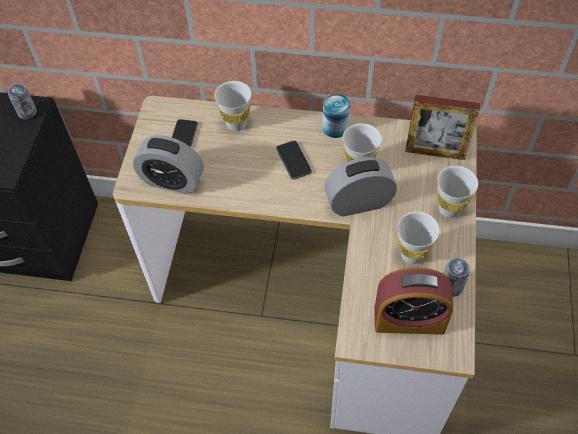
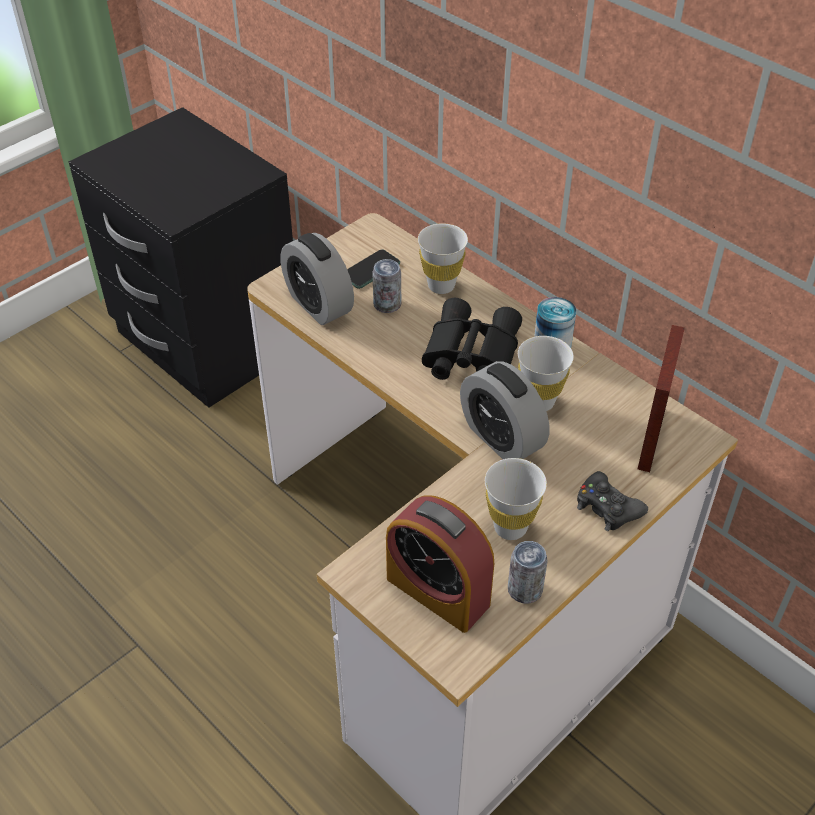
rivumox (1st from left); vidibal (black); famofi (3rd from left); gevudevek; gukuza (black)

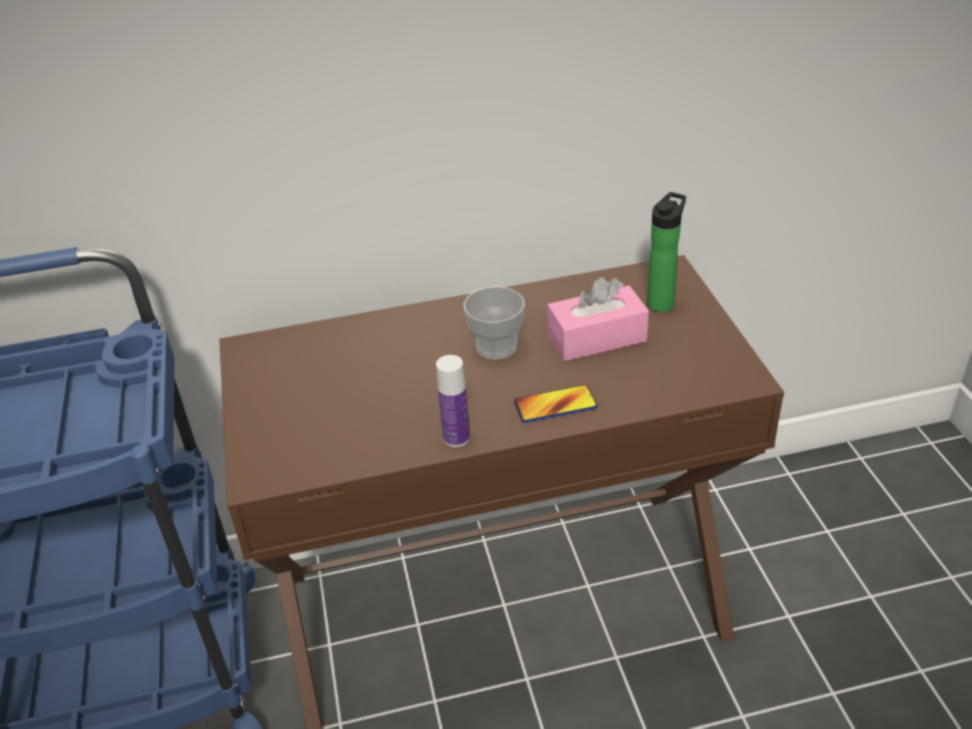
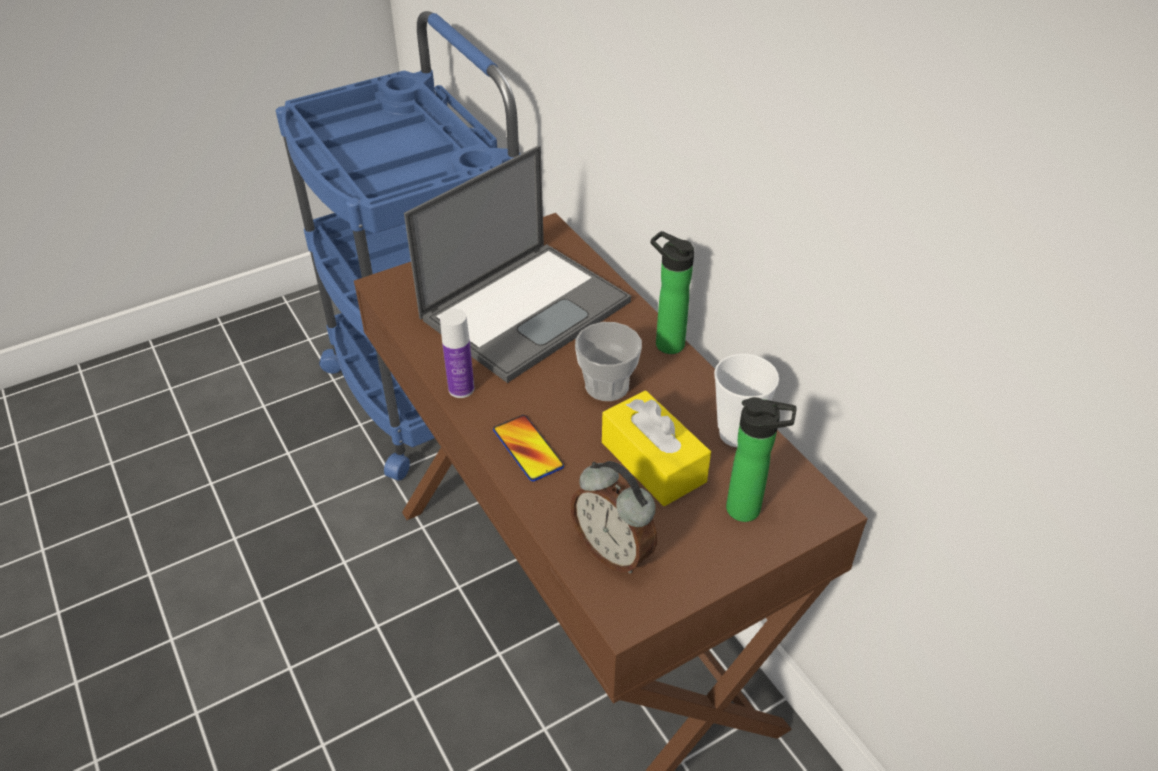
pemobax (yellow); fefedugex; famofi; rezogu (2nd from left); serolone (2nd from left)

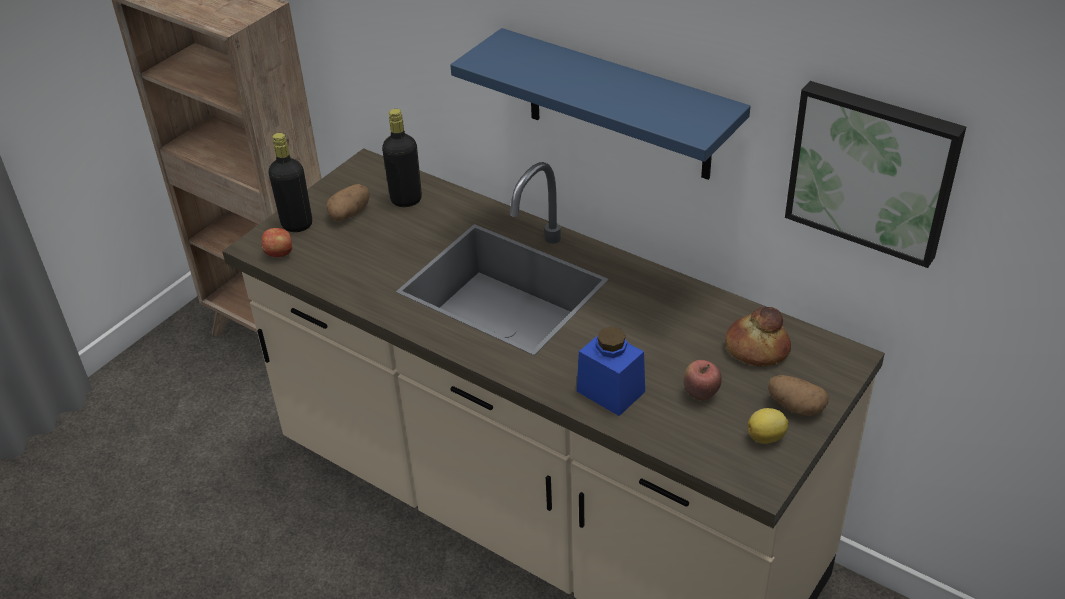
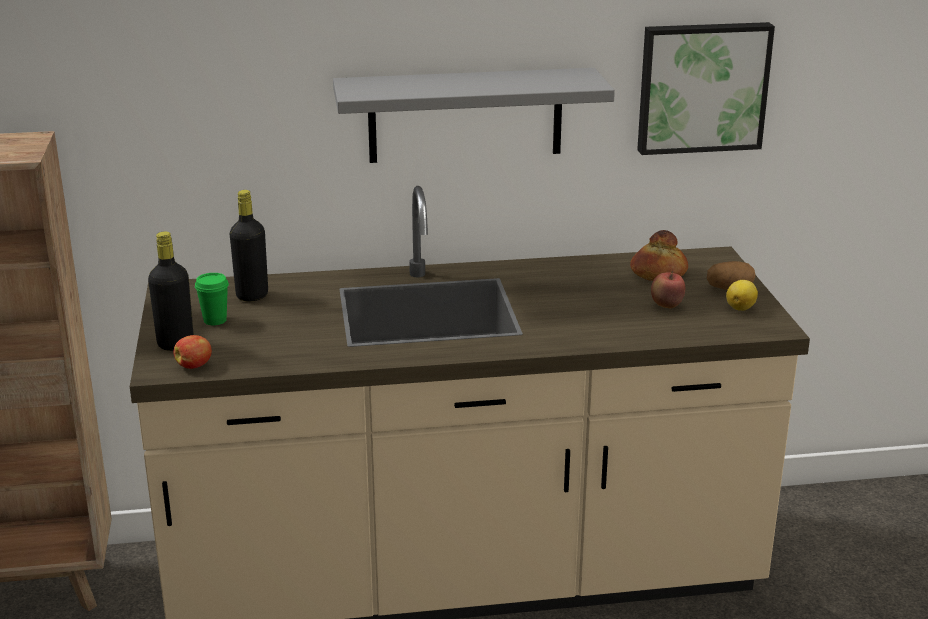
serolone (green); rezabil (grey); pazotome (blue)

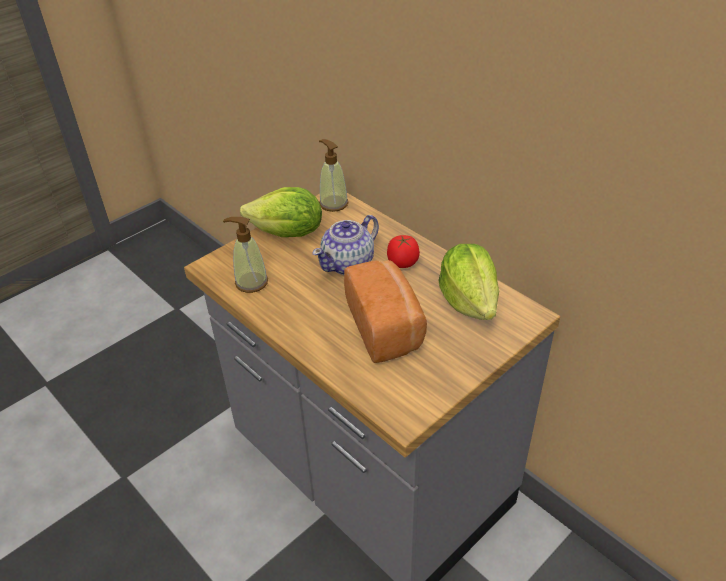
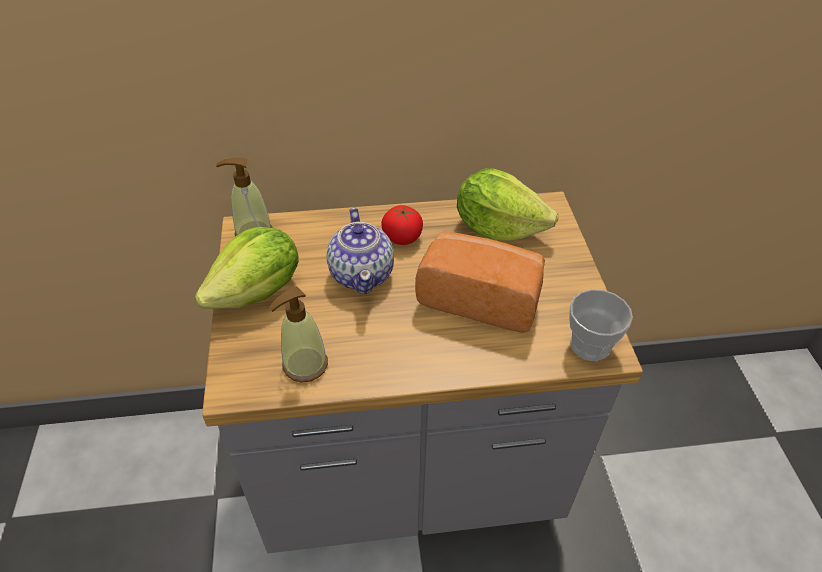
serolone

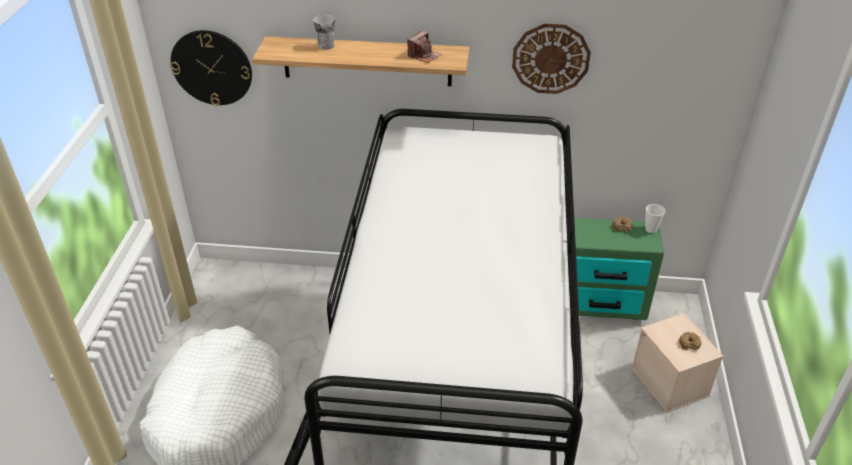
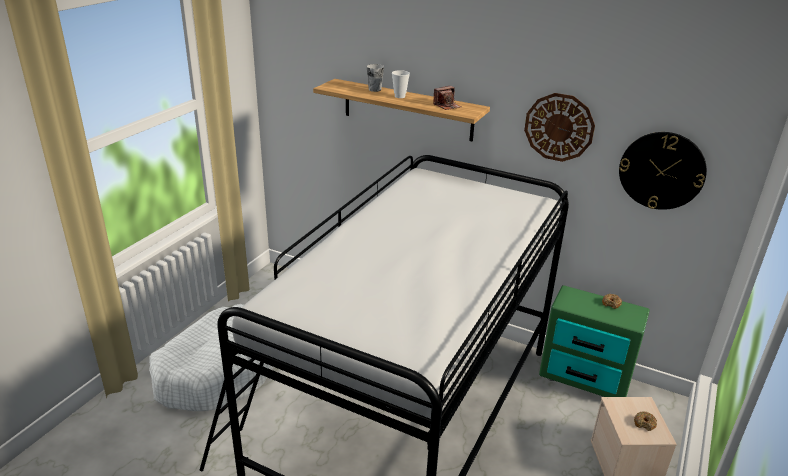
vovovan (2nd from left); serolone (2nd from left)

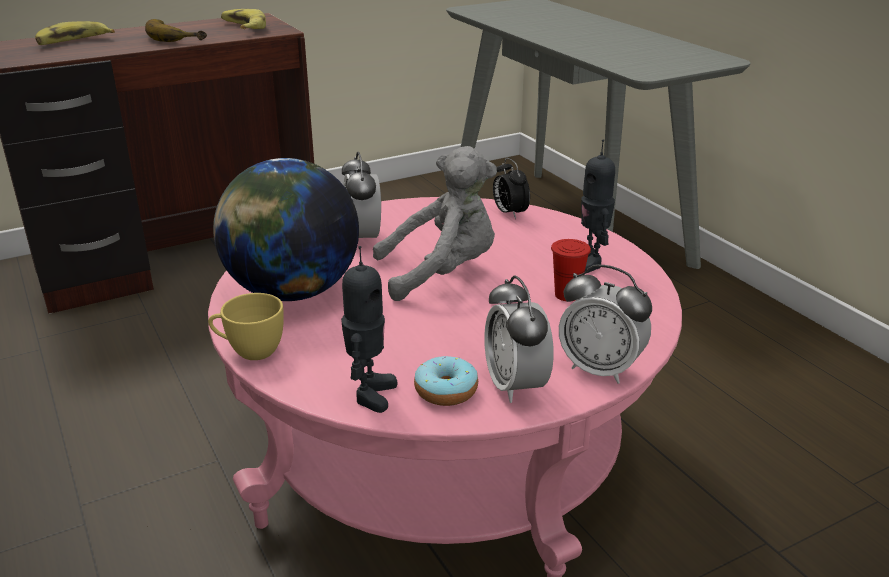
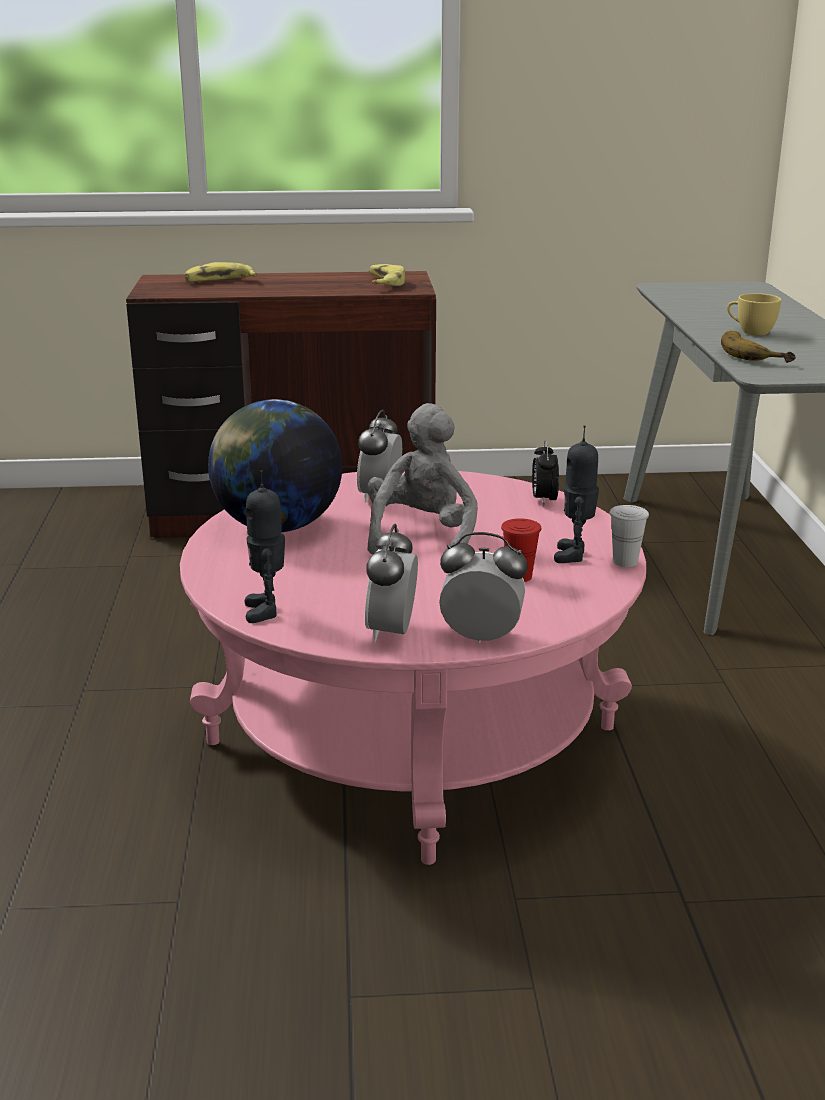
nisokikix (3rd from left); serolone (yellow); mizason (1st from left); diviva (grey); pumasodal; famofi (3rd from left); serolone (white)

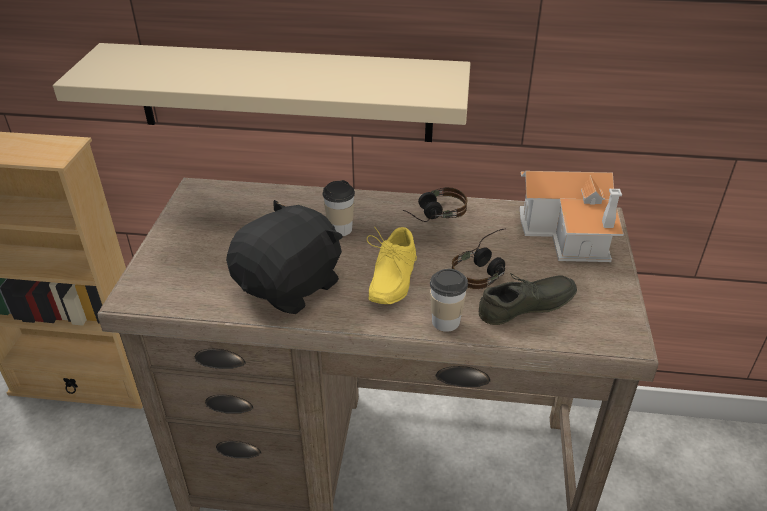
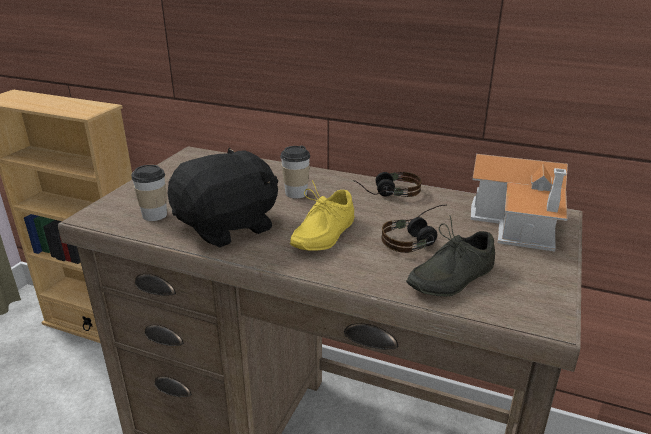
rezabil (beige); serolone (1st from left); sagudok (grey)

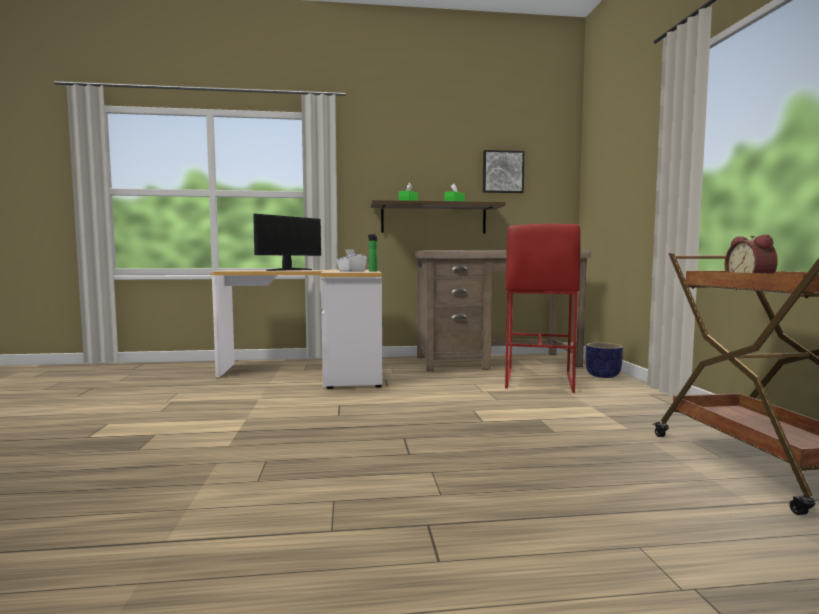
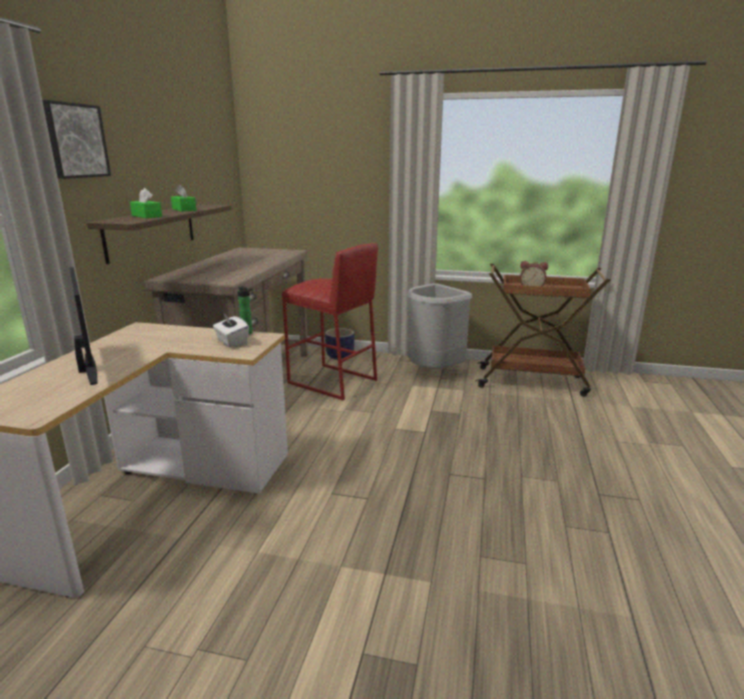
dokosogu; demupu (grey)

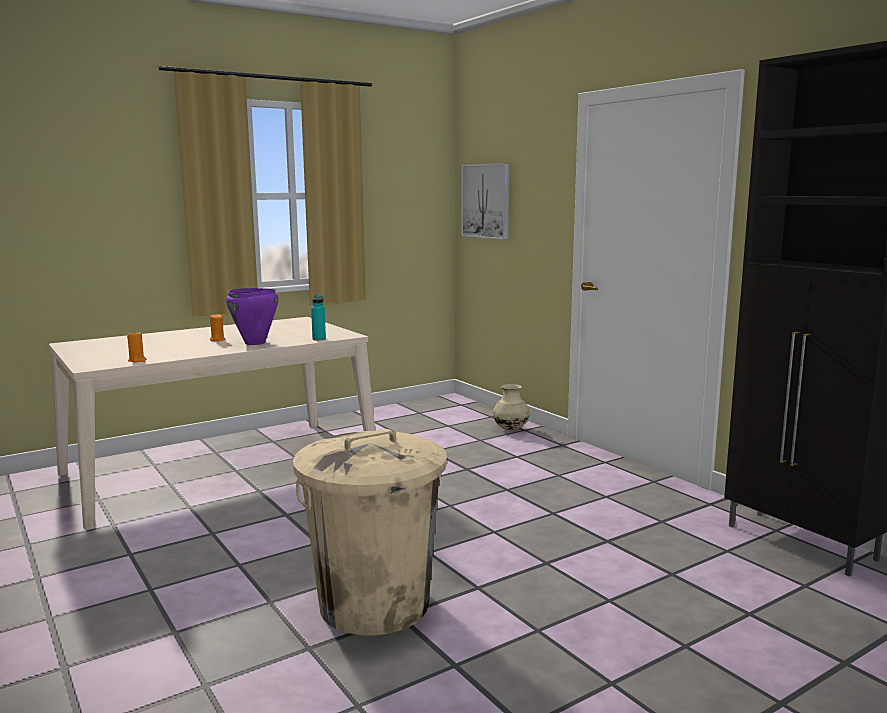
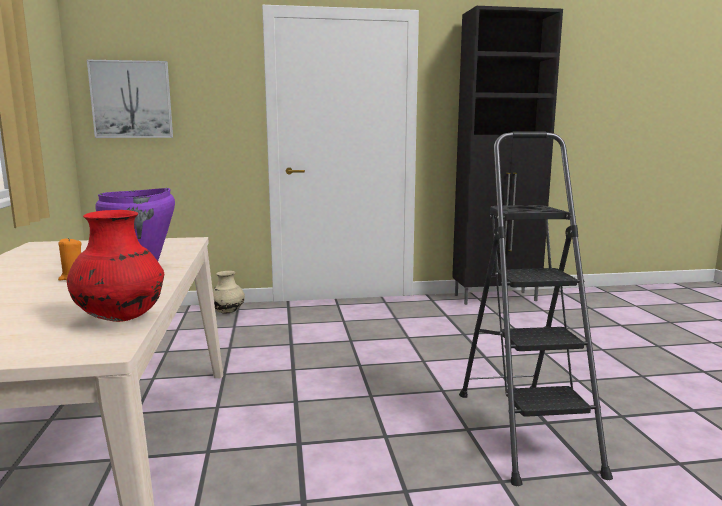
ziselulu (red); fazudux; rezogu (turquoise)

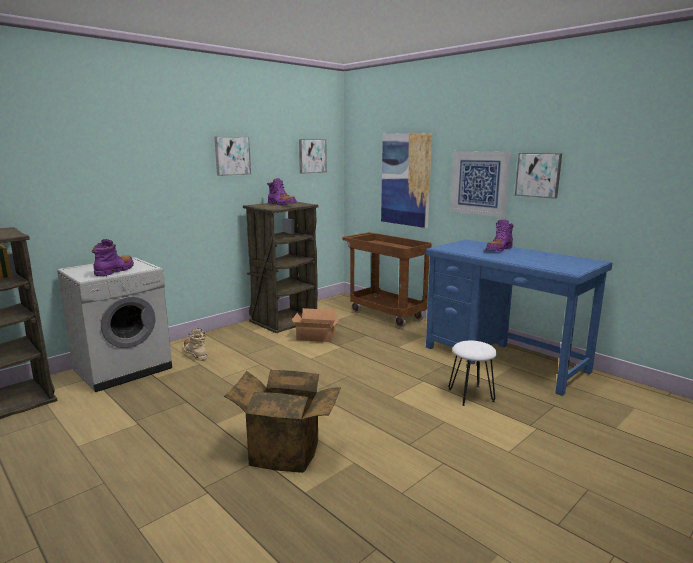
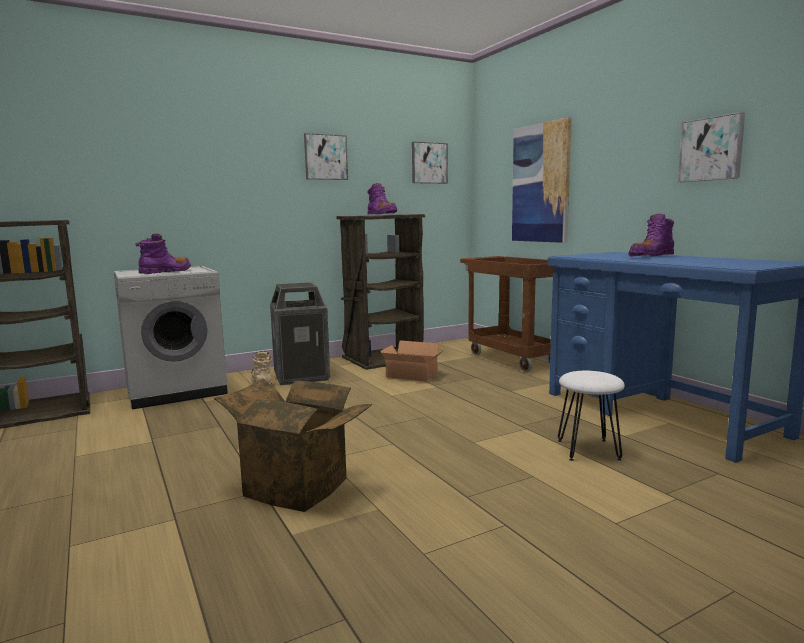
dokosogu (4th from left in the first image); demupu

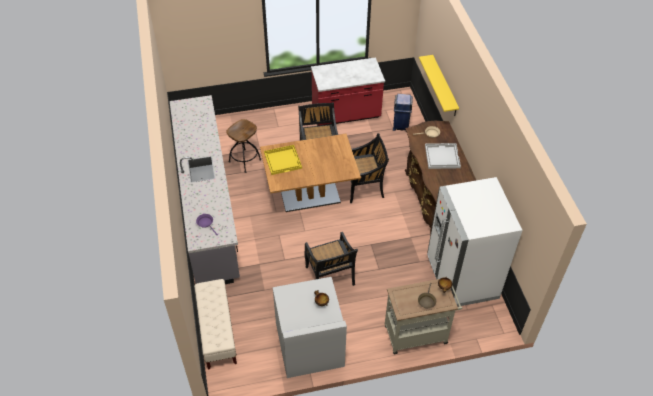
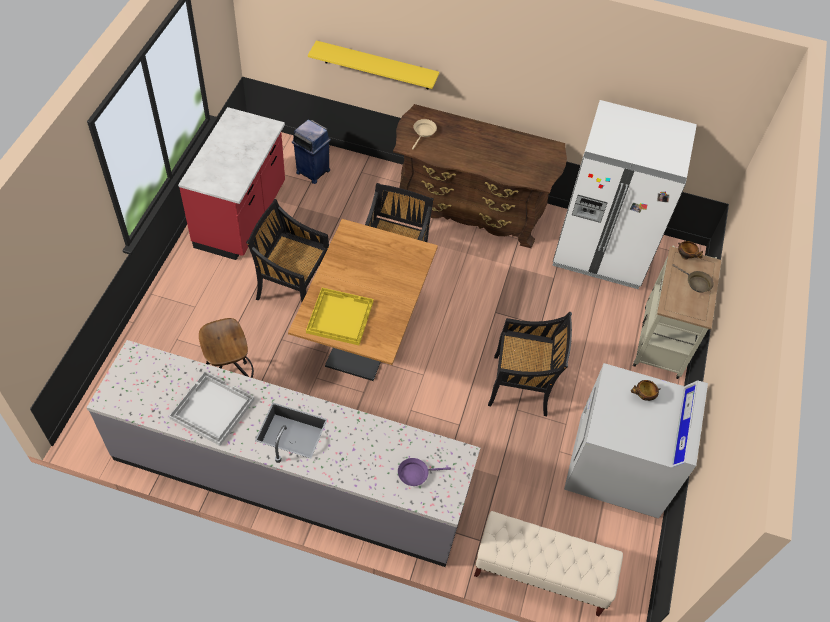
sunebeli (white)

